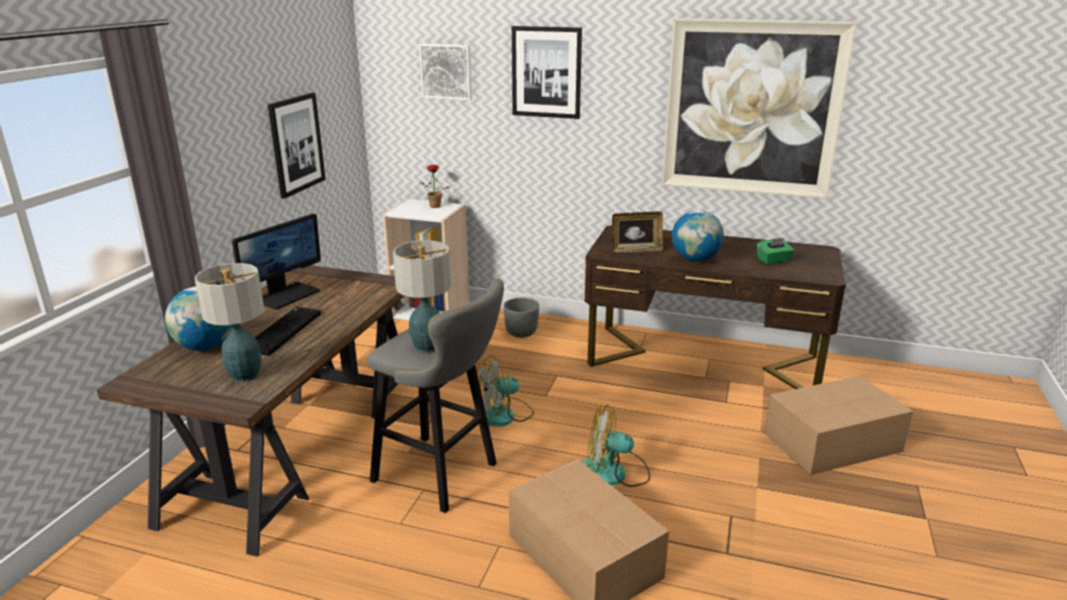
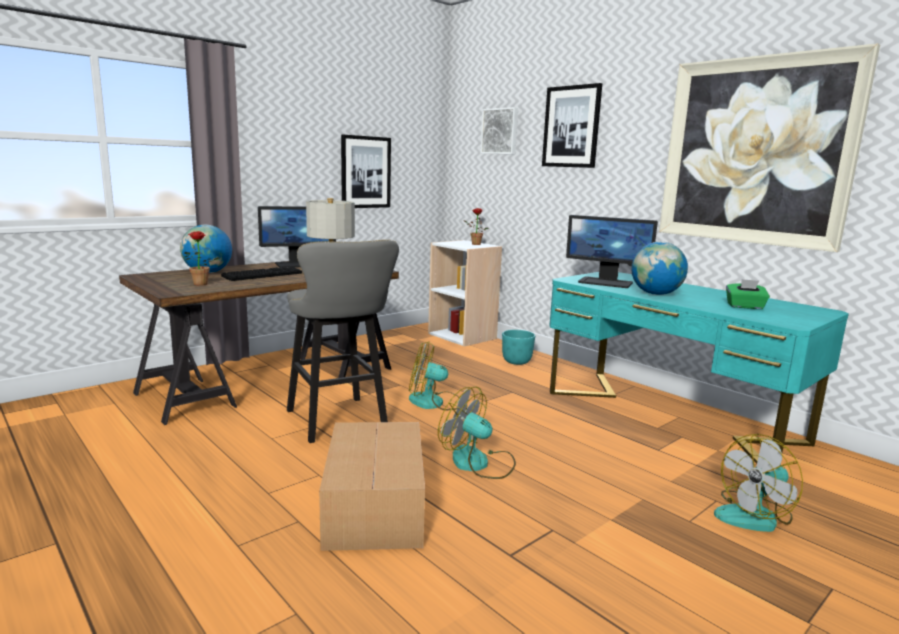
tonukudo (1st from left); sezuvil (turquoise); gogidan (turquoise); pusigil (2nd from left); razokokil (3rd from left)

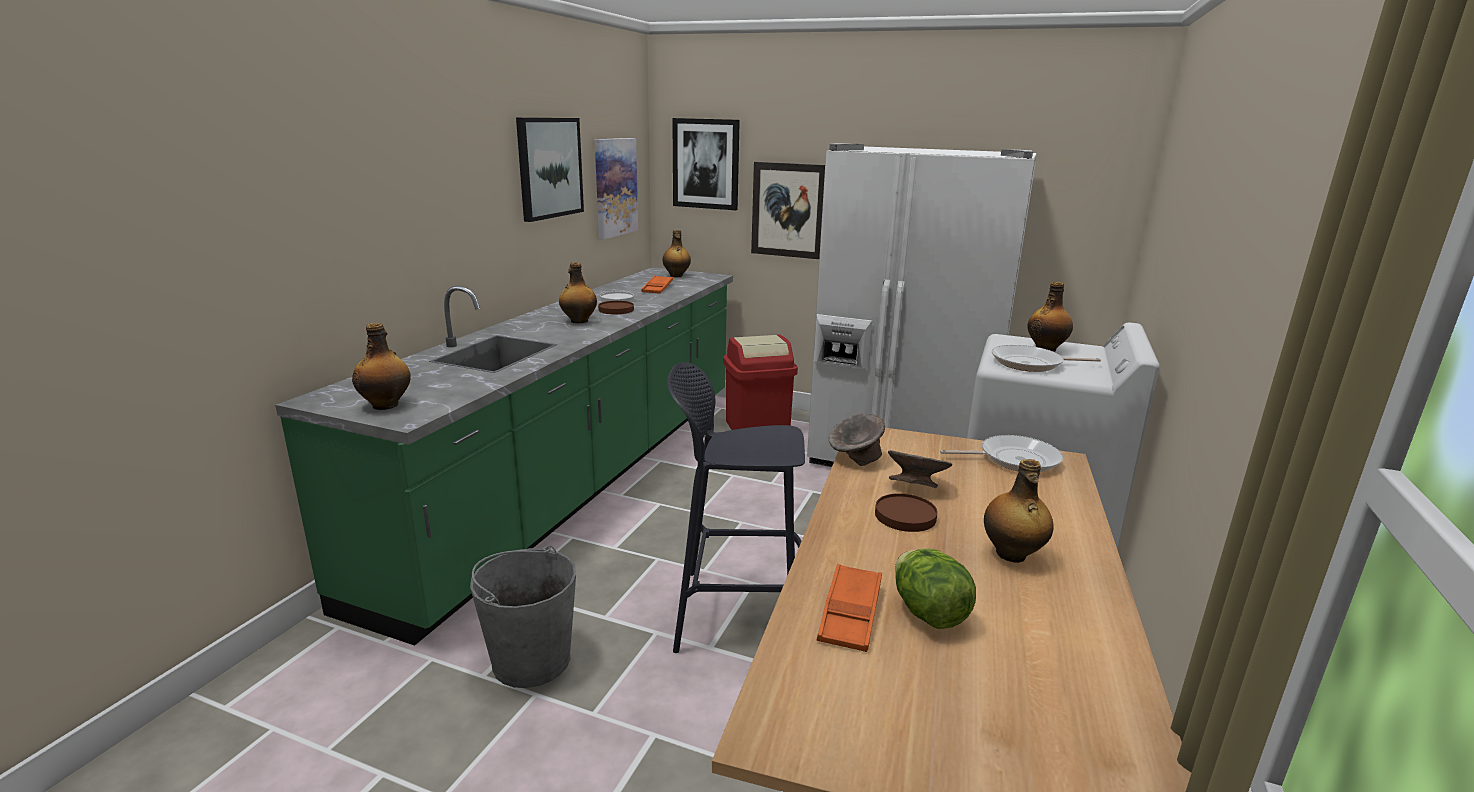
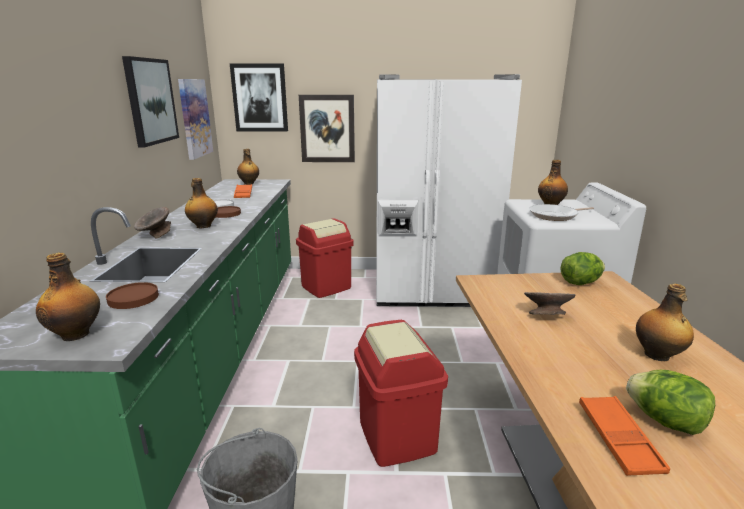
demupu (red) (2nd from left); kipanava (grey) (1st from left); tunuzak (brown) (1st from left); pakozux (1st from left)

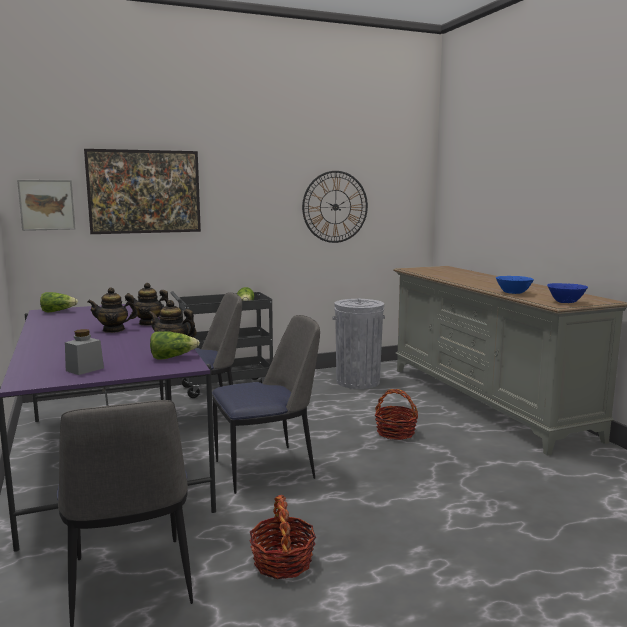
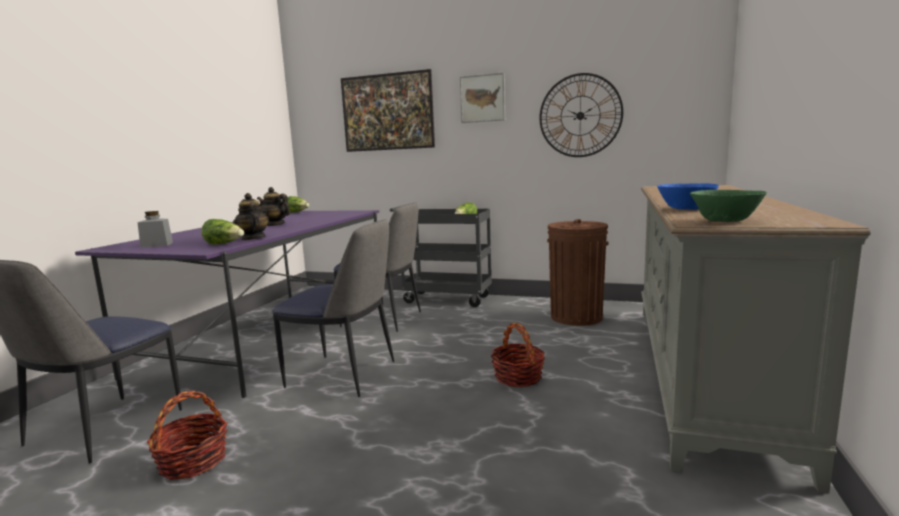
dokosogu (2nd from left); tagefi (2nd from left in the first image); demupu (brown); kipanava (green)

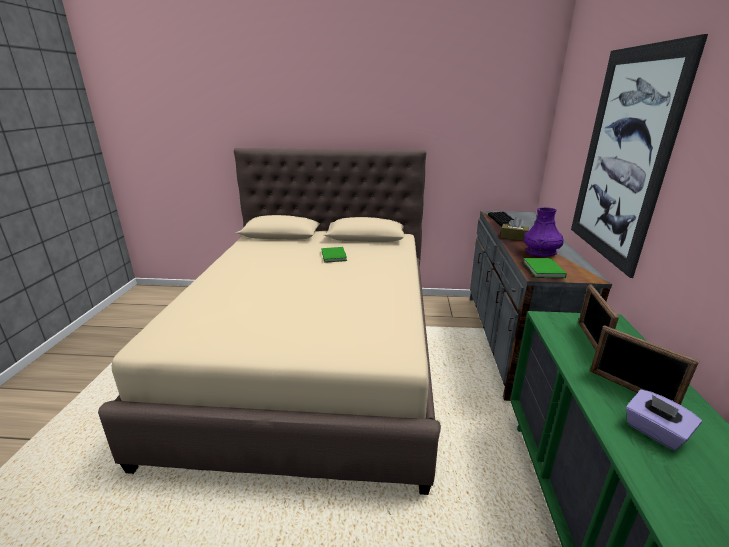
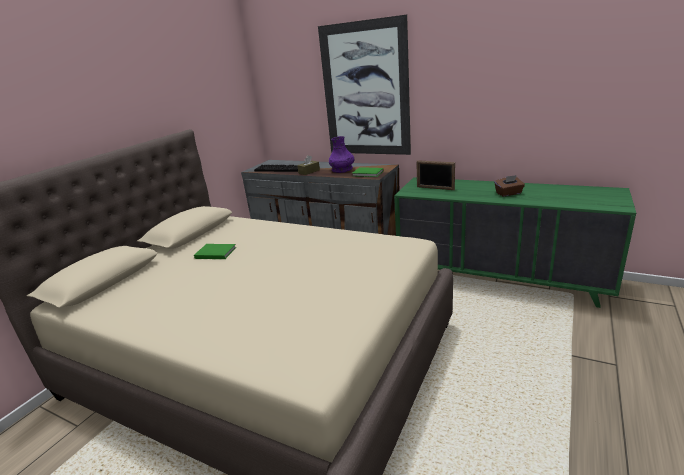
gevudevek (2nd from left in the first image); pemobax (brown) (2nd from left)

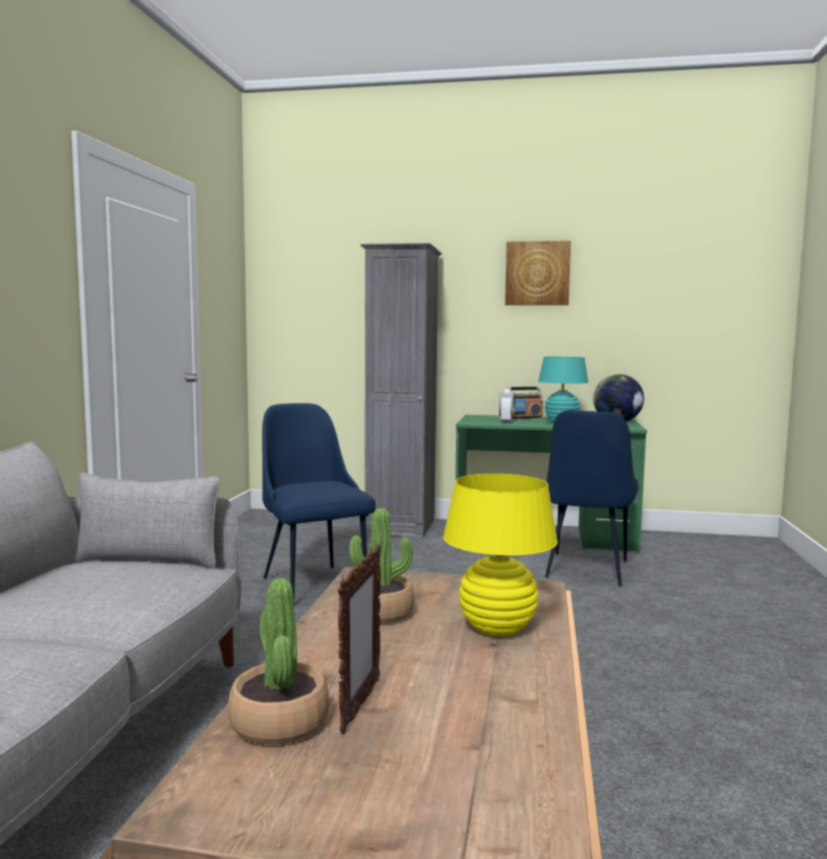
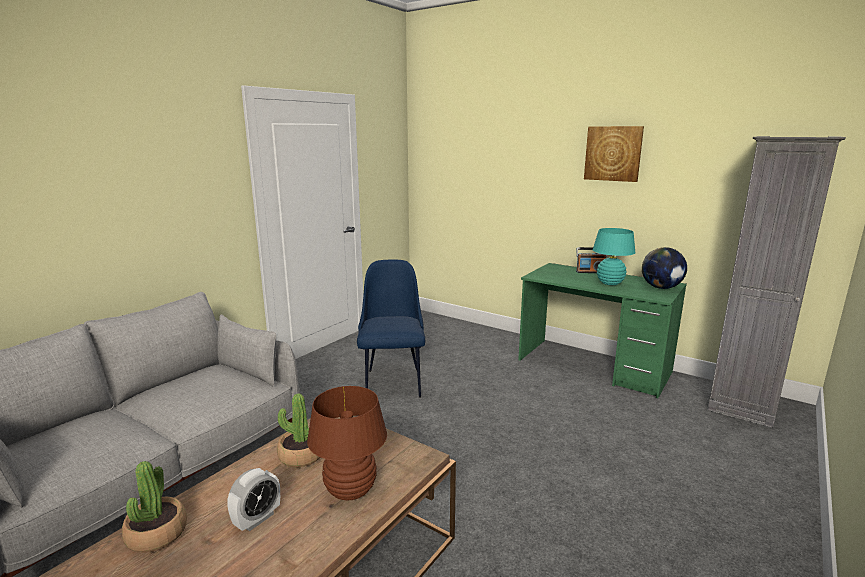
gevudevek; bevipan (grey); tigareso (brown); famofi; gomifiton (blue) (2nd from left in the first image)

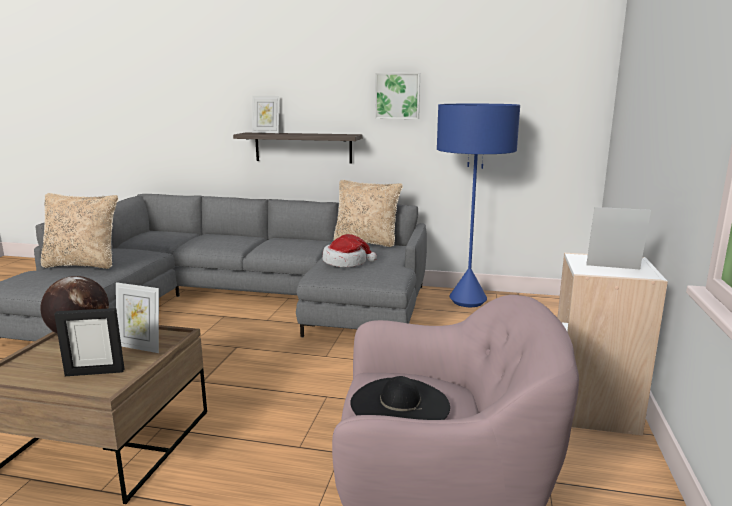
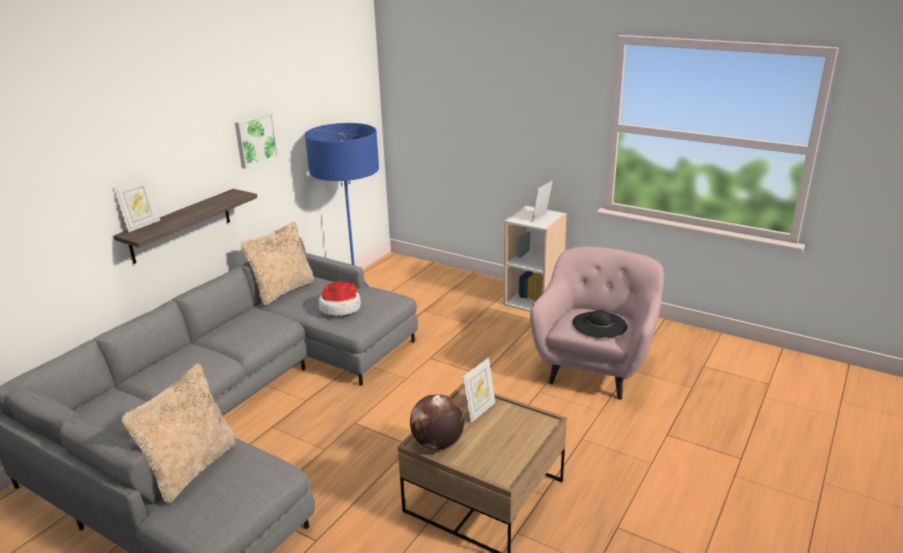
gevudevek (1st from left in the first image)

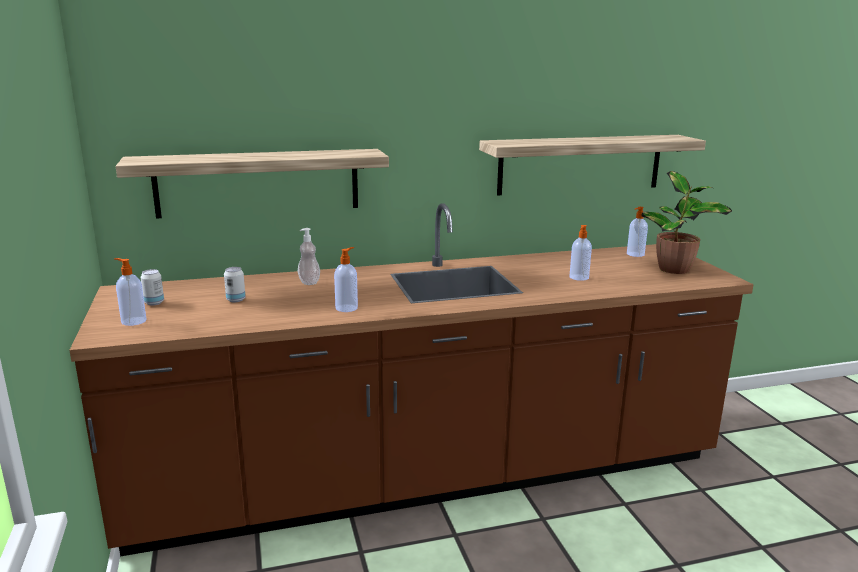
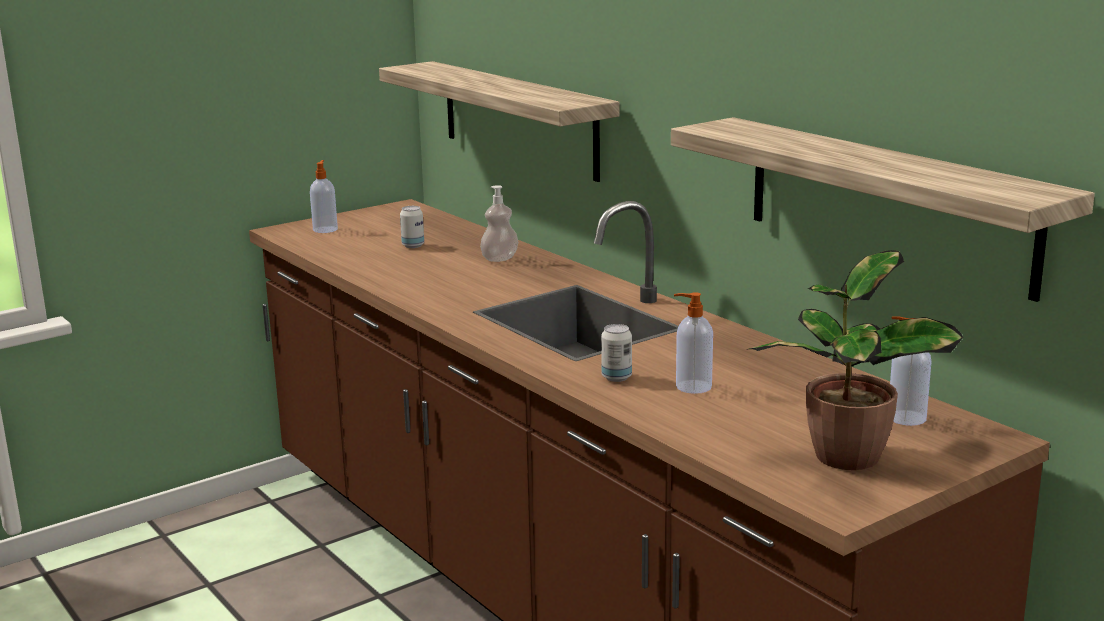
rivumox (2nd from left); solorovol (3rd from left in the first image)

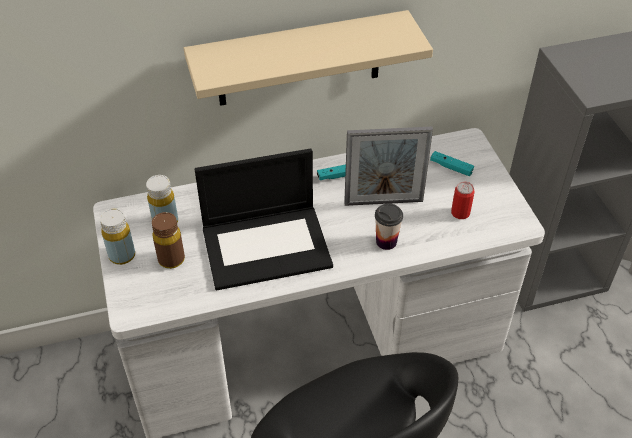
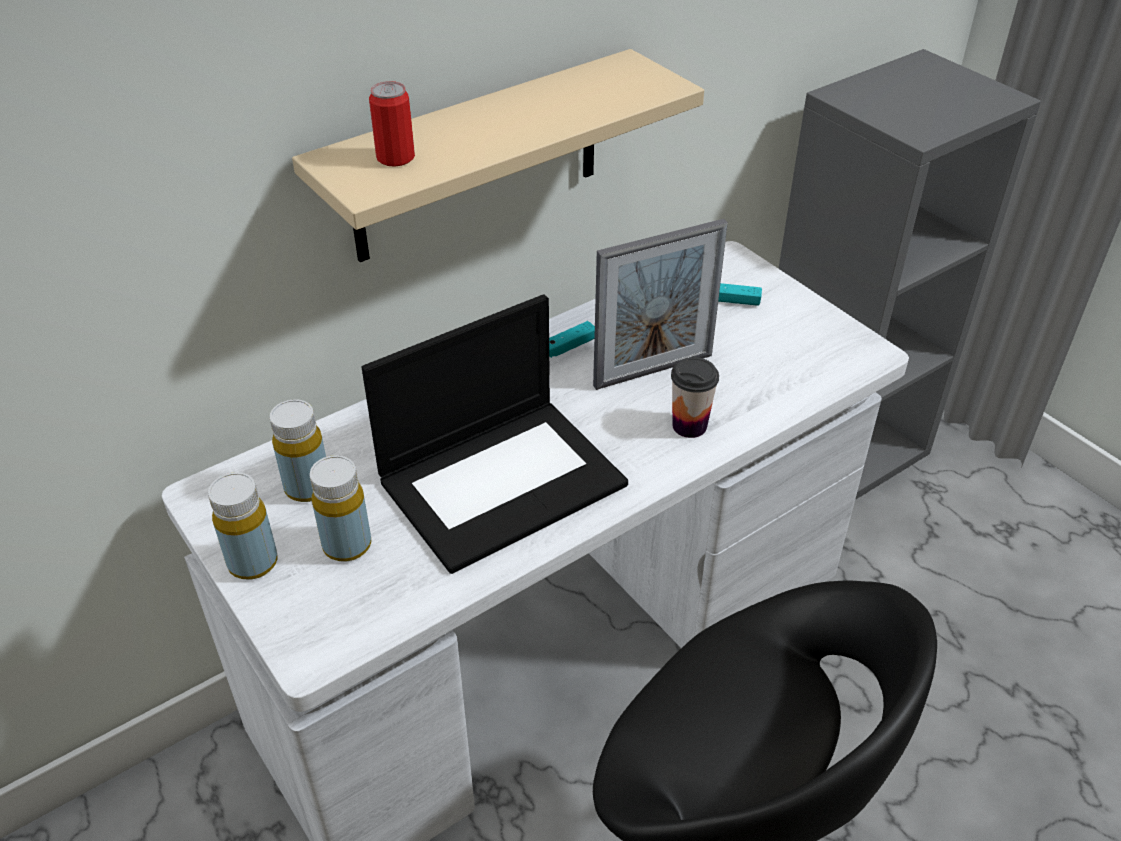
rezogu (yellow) (3rd from left); rivumox

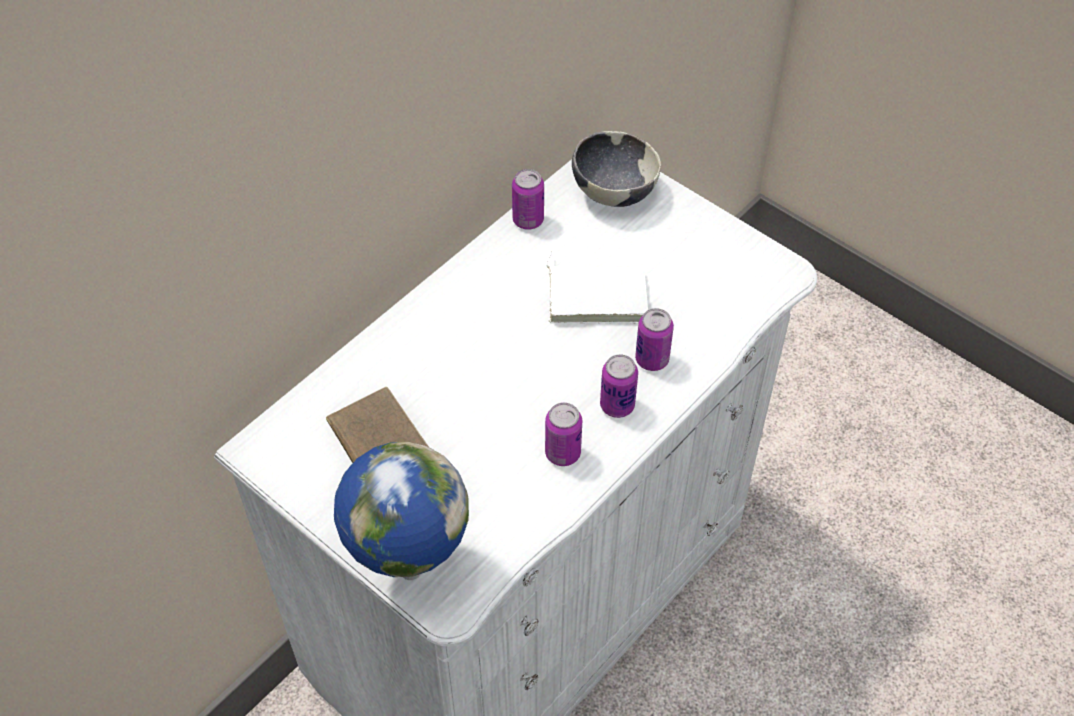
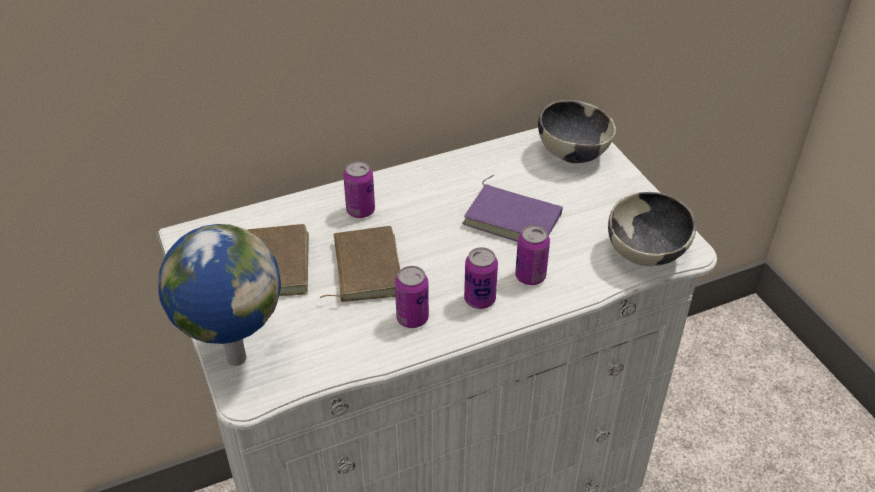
rivumox (1st from left); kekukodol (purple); kekukodol (brown) (2nd from left); kipanava (2nd from left)

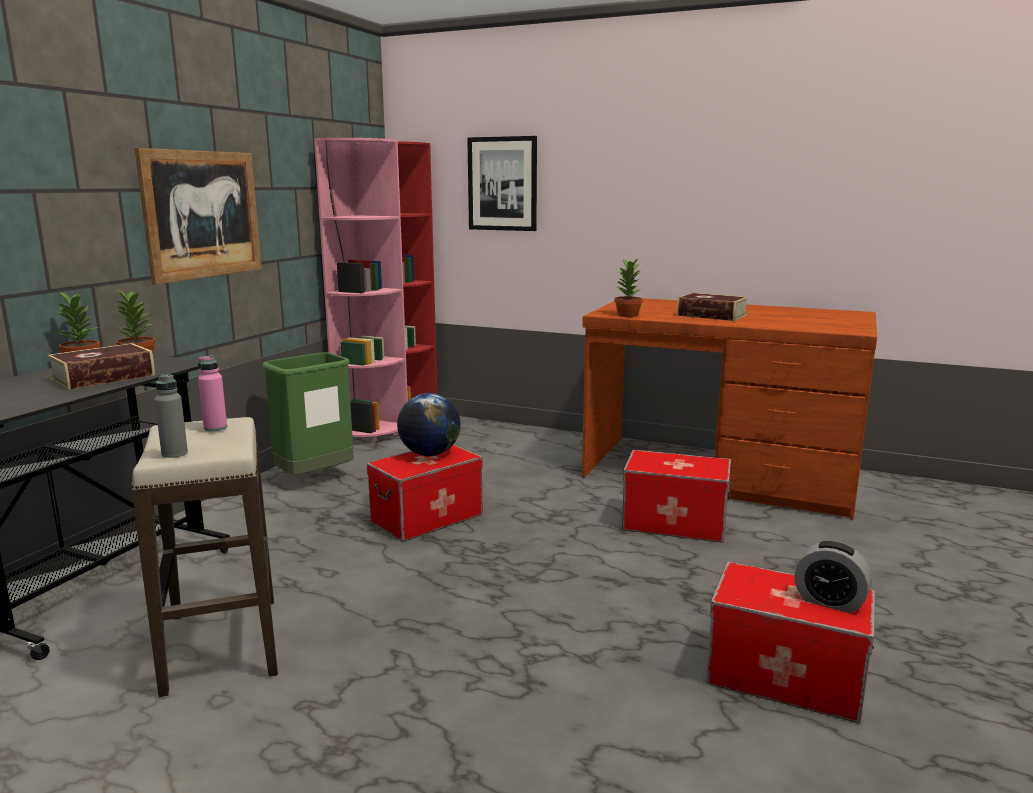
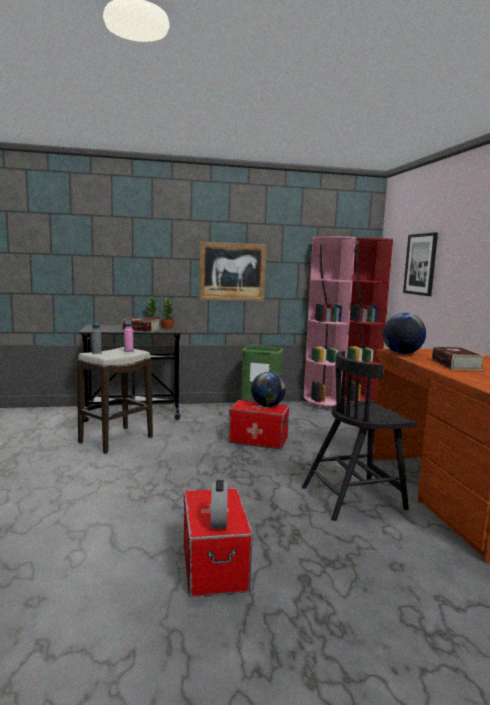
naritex (2nd from left); gomifiton (black)

